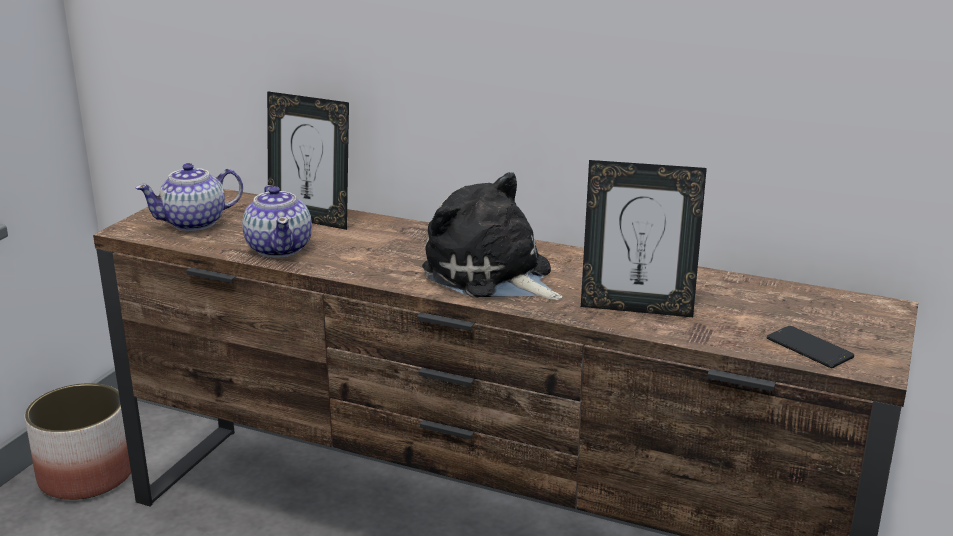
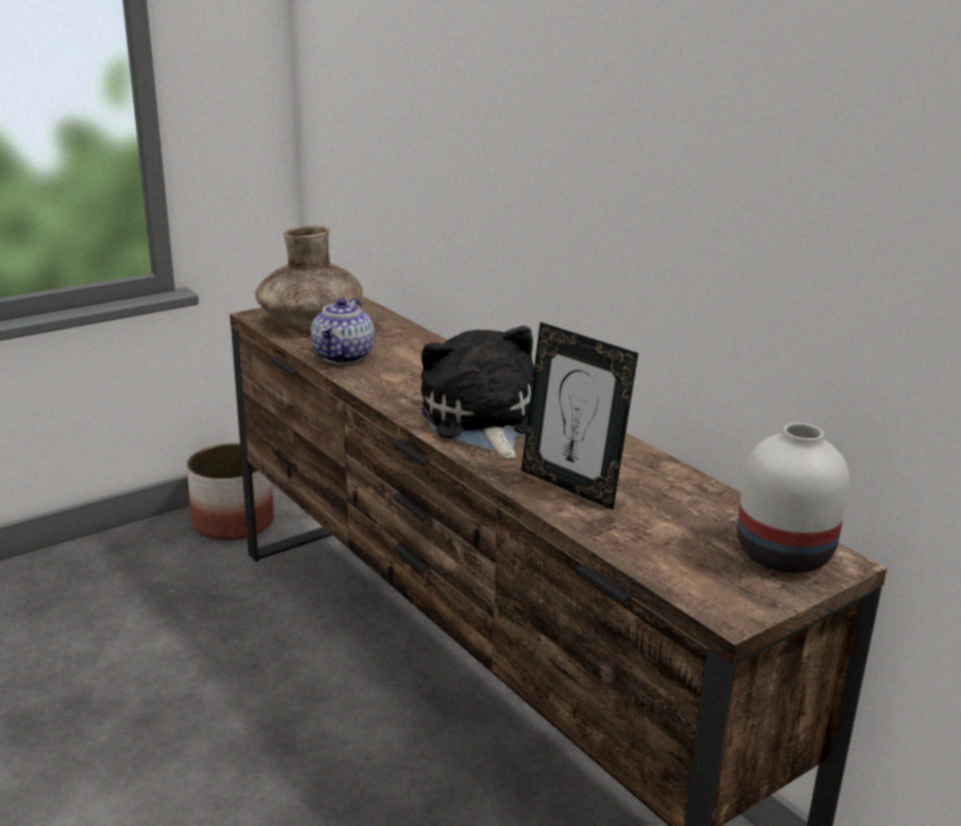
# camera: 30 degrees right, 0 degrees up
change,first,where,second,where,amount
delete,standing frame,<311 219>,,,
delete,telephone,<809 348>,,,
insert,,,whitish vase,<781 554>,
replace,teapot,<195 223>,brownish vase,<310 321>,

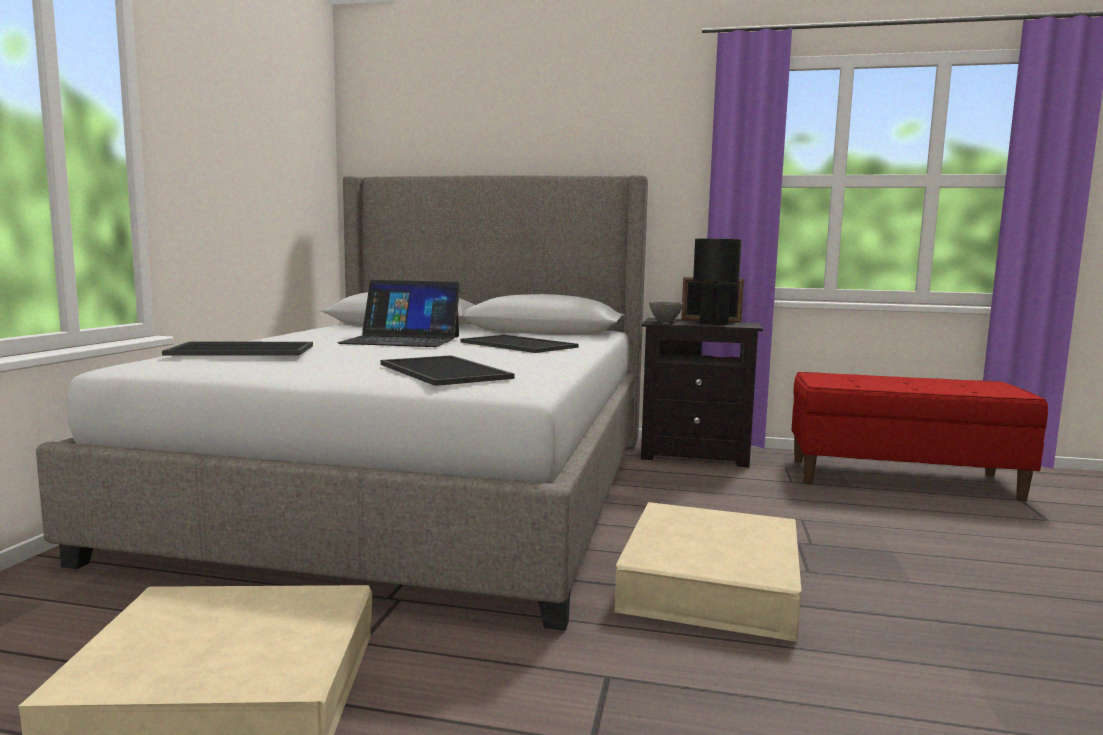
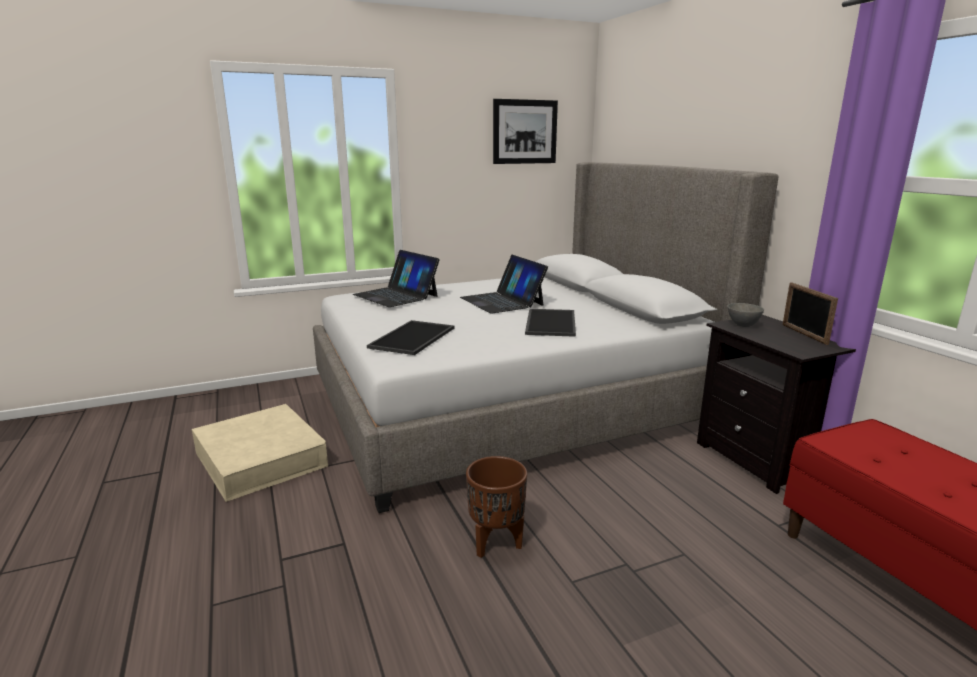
# camera: 55 degrees right, 10 degrees up
change,first,where,second,where,amount
delete,black-coloured table lamp,<713 323>,,,
insert,,,wall picture,<525 132>,
replace,carrying tray,<244 350>,notebook computer,<396 295>,
replace,beige storage box,<711 583>,brownish planter,<496 544>,

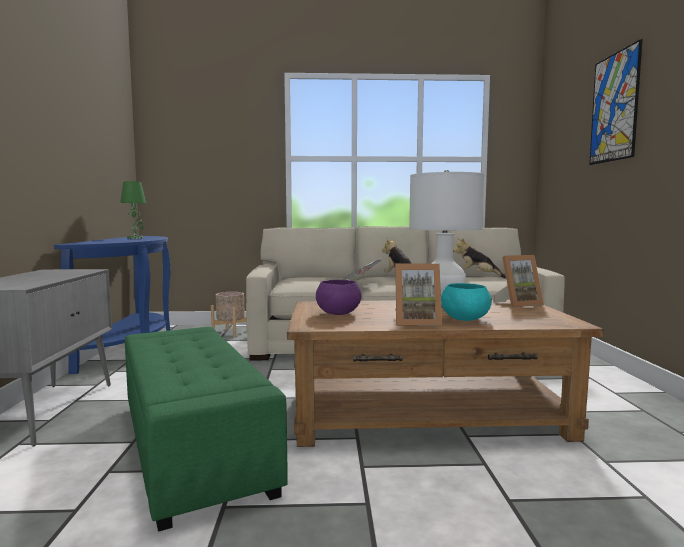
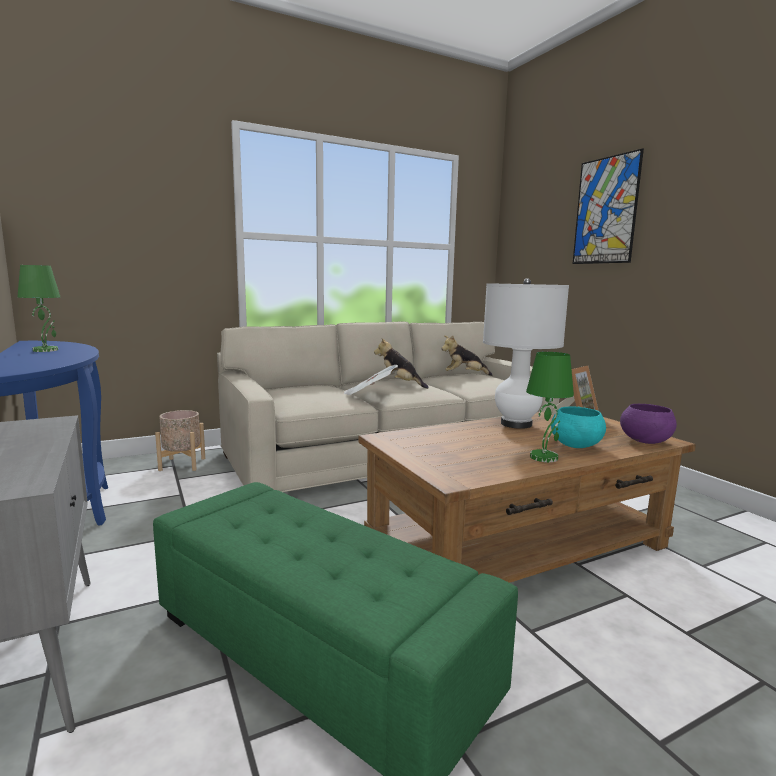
# camera: 25 degrees left, 5 degrees up
change,first,where,second,where,amount
move,purplish bowl,<337 314>,,<645 441>,
replace,standing frame,<416 322>,green table lamp,<544 457>,

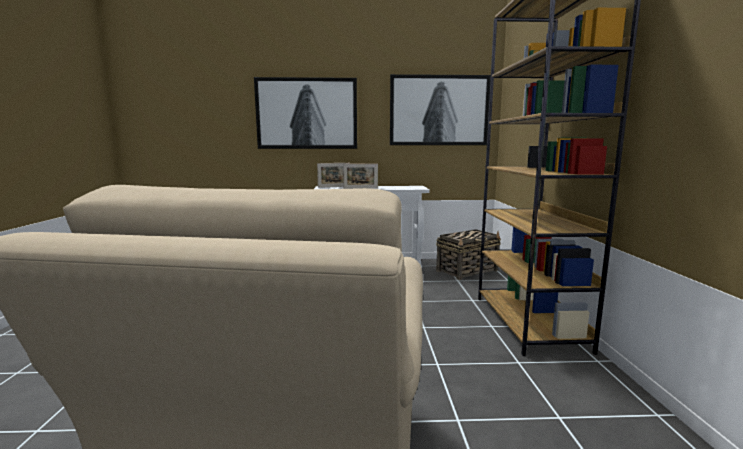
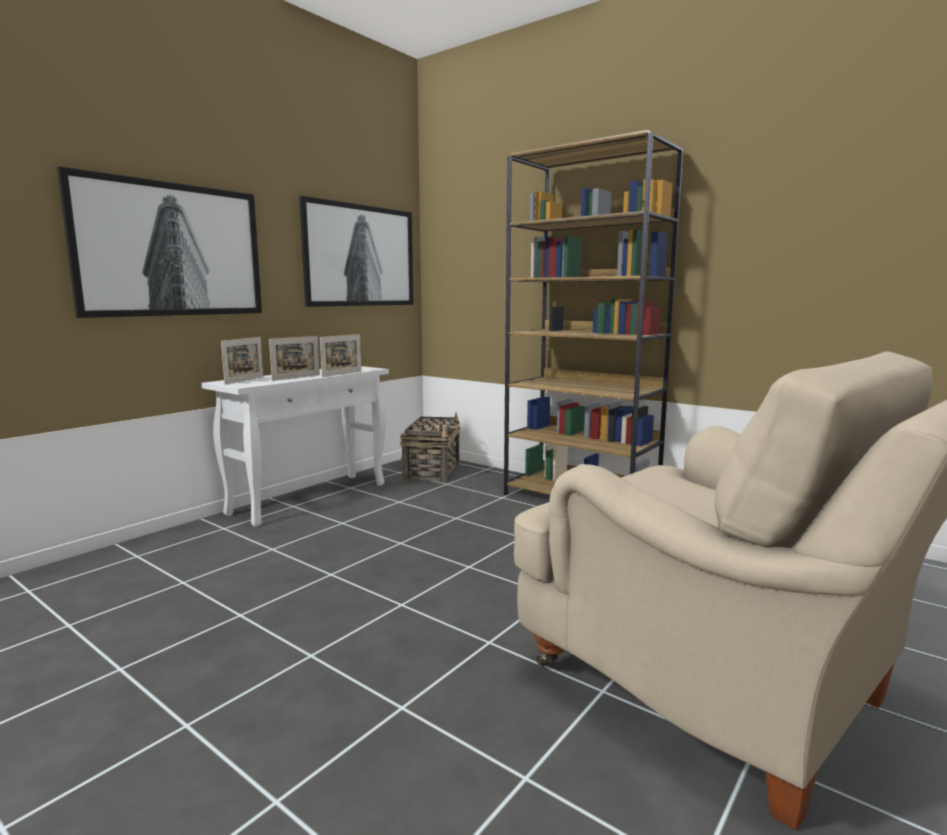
# camera: 50 degrees left, 0 degrees up
change,first,where,second,where,amount
insert,,,standing frame,<342 374>,

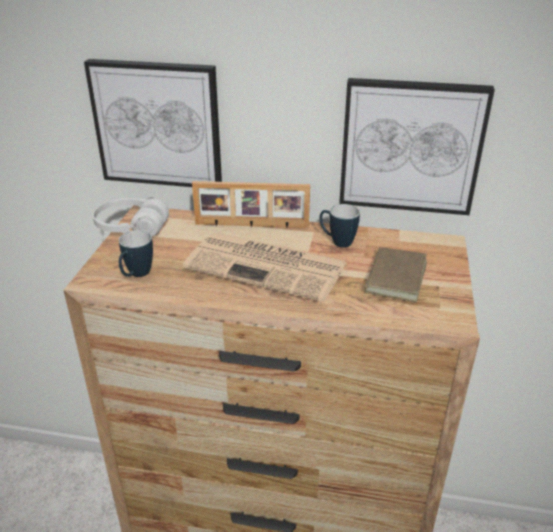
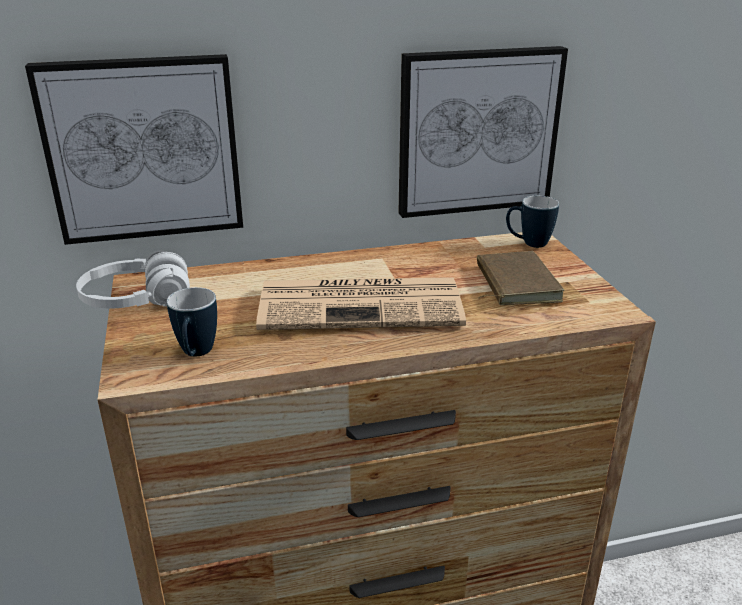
# camera: 25 degrees left, 5 degrees down
change,first,where,second,where,amount
delete,standing frame,<251 226>,,,
move,mug,<337 242>,,<528 244>,

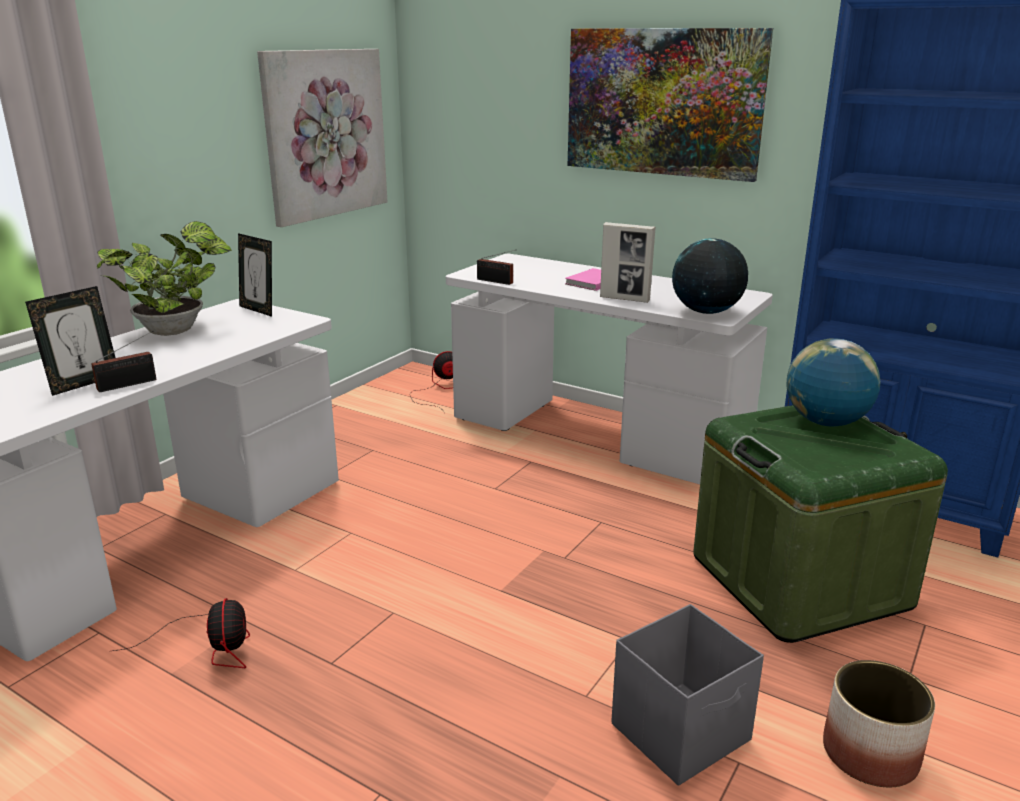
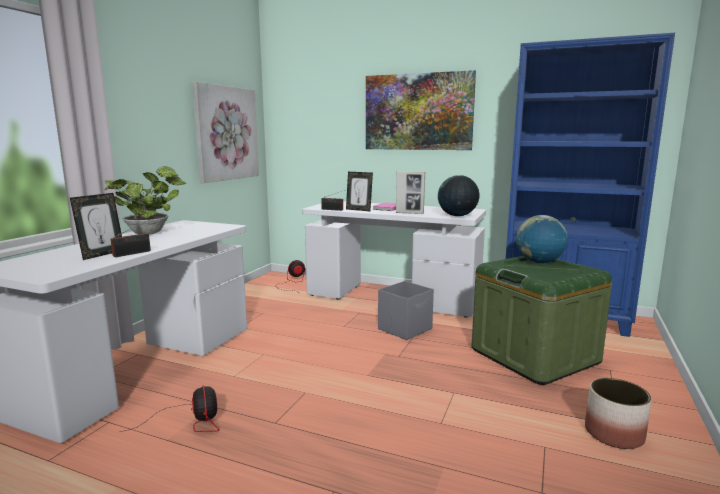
# camera: 10 degrees left, 10 degrees down
change,first,where,second,where,amount
move,standing frame,<259 310>,,<359 210>,
move,grey storage box,<682 732>,,<405 329>,

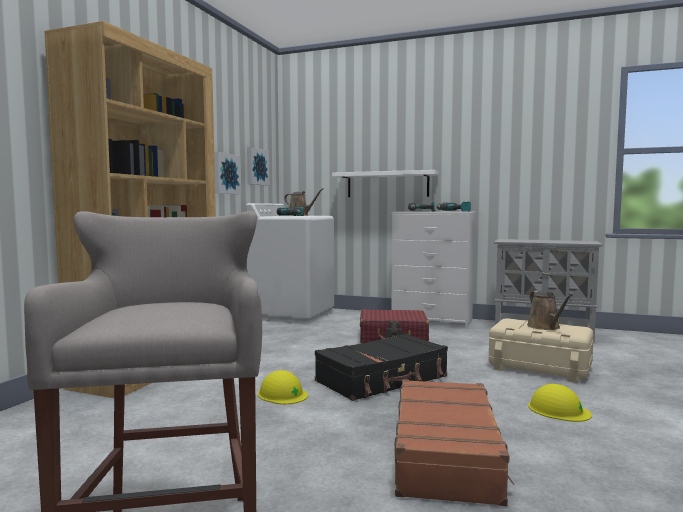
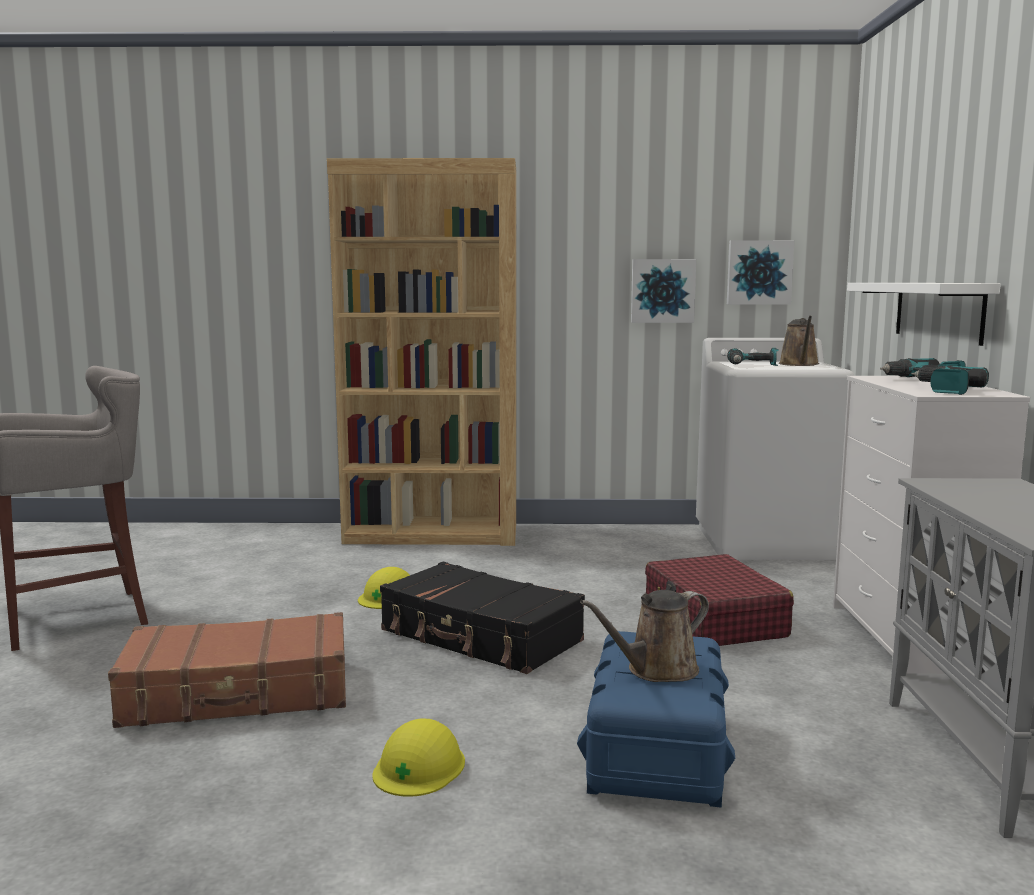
# camera: 70 degrees right, 5 degrees up
change,first,where,second,where,amount
recolor,beige storage box,<540 368>,blue-coloured storage box,<658 754>,

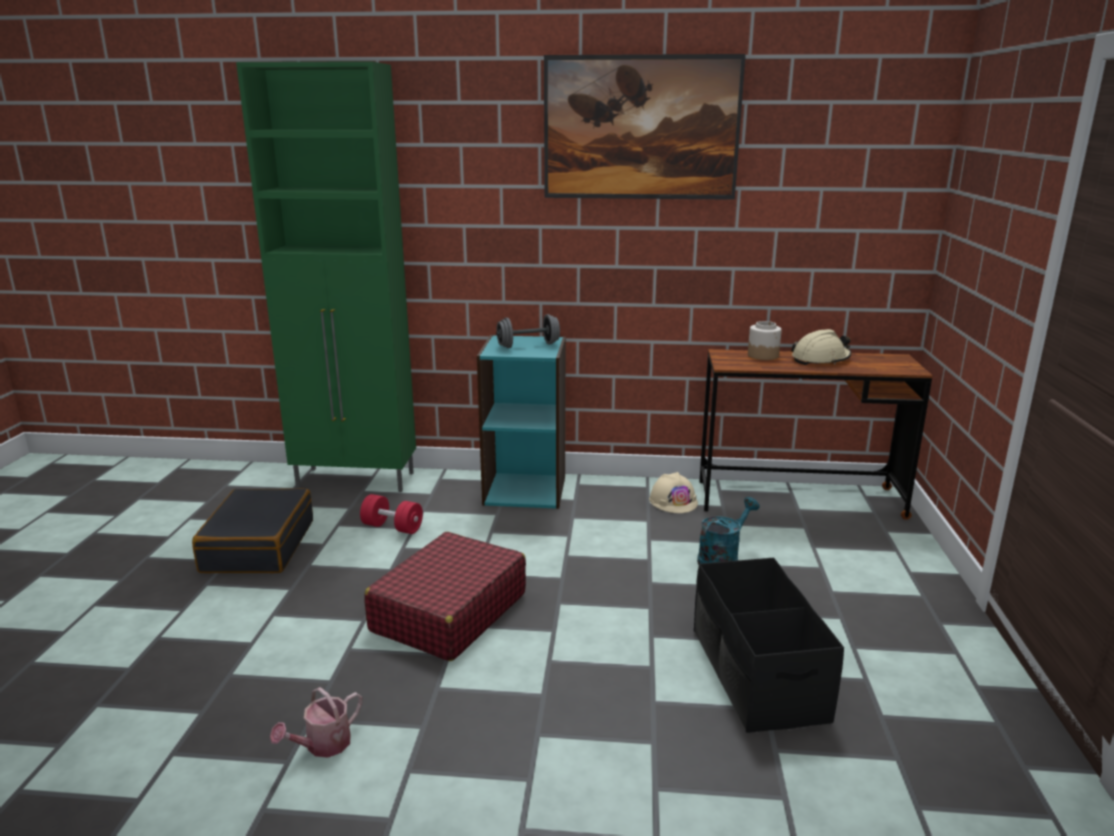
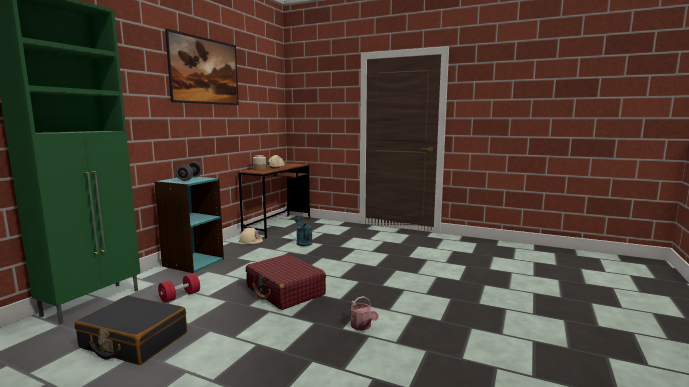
# camera: 70 degrees left, 10 degrees down
change,first,where,second,where,amount
delete,black-coloured storage box,<756 674>,,,

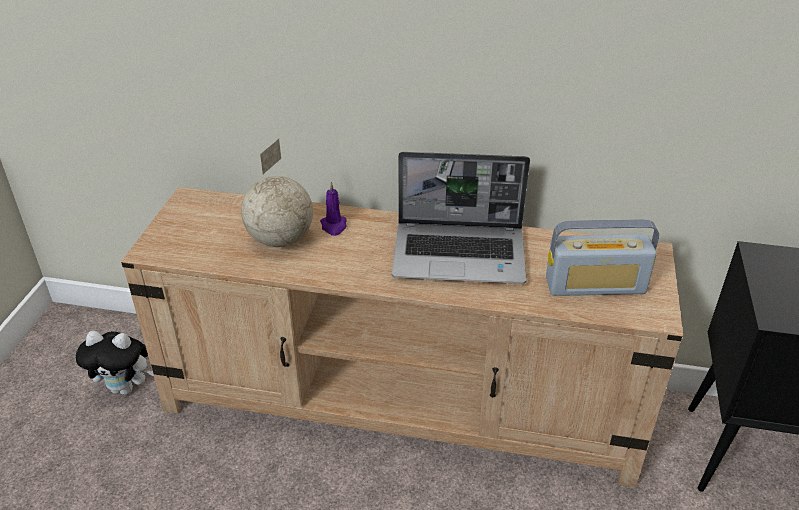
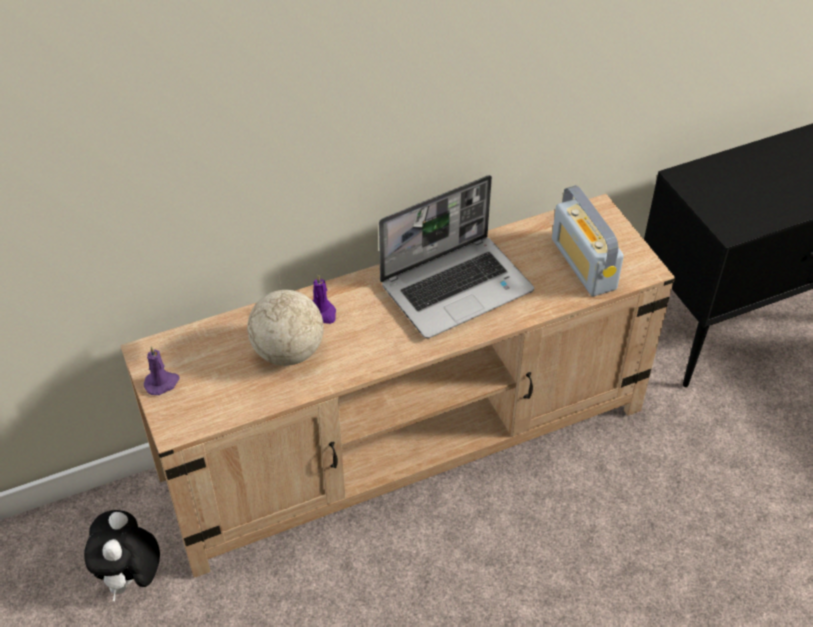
# camera: 35 degrees left, 10 degrees up
change,first,where,second,where,amount
insert,,,purplish candle,<162 383>,
rotate,cuddly toy,<126 388>,,<131 579>,120 degrees clockwise
rotate,radio set,<595 285>,,<583 264>,105 degrees clockwise

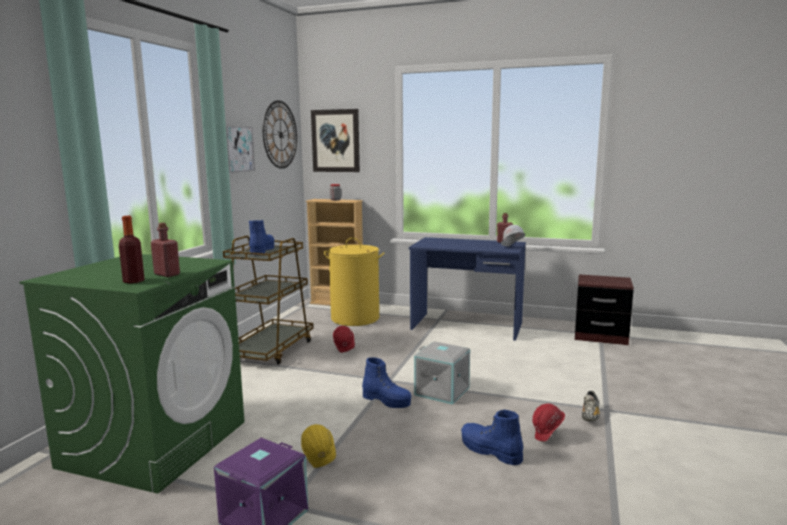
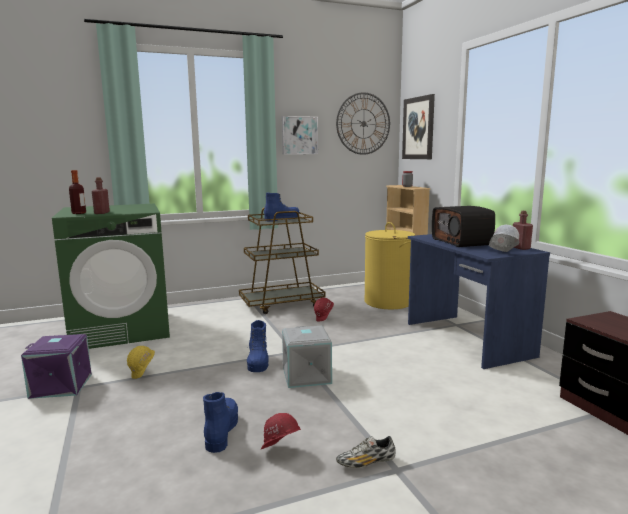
# camera: 50 degrees right, 0 degrees up
change,first,where,second,where,amount
insert,,,radio set,<462 242>,

